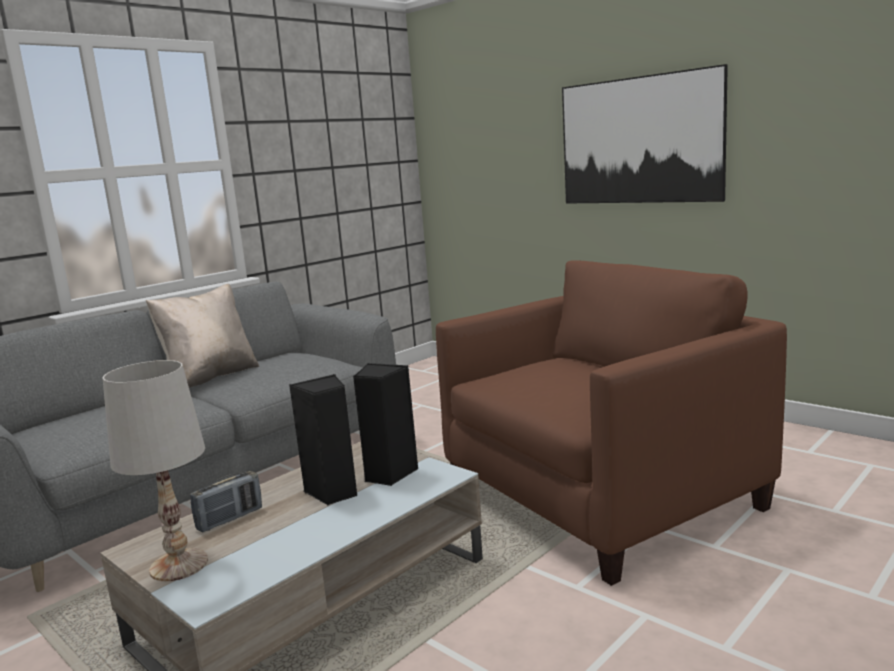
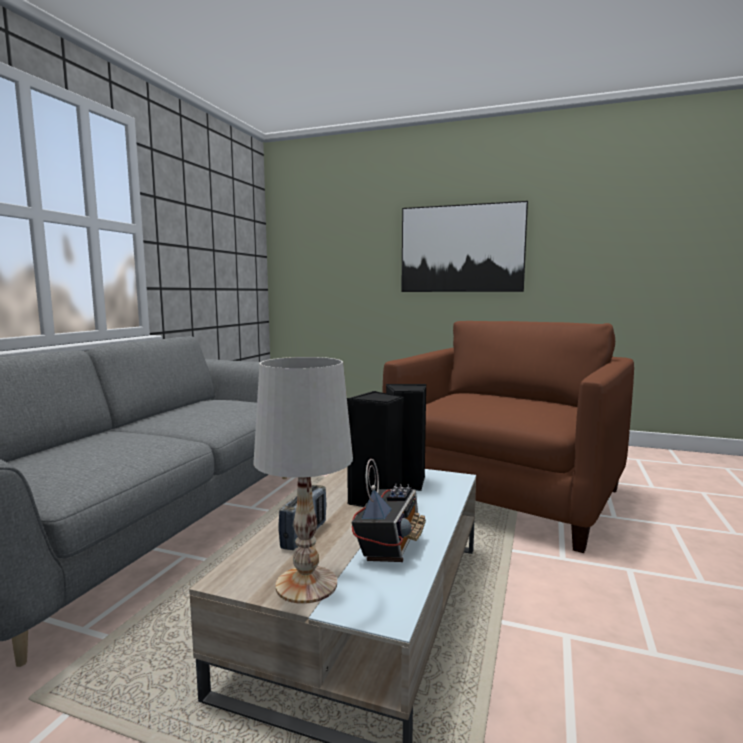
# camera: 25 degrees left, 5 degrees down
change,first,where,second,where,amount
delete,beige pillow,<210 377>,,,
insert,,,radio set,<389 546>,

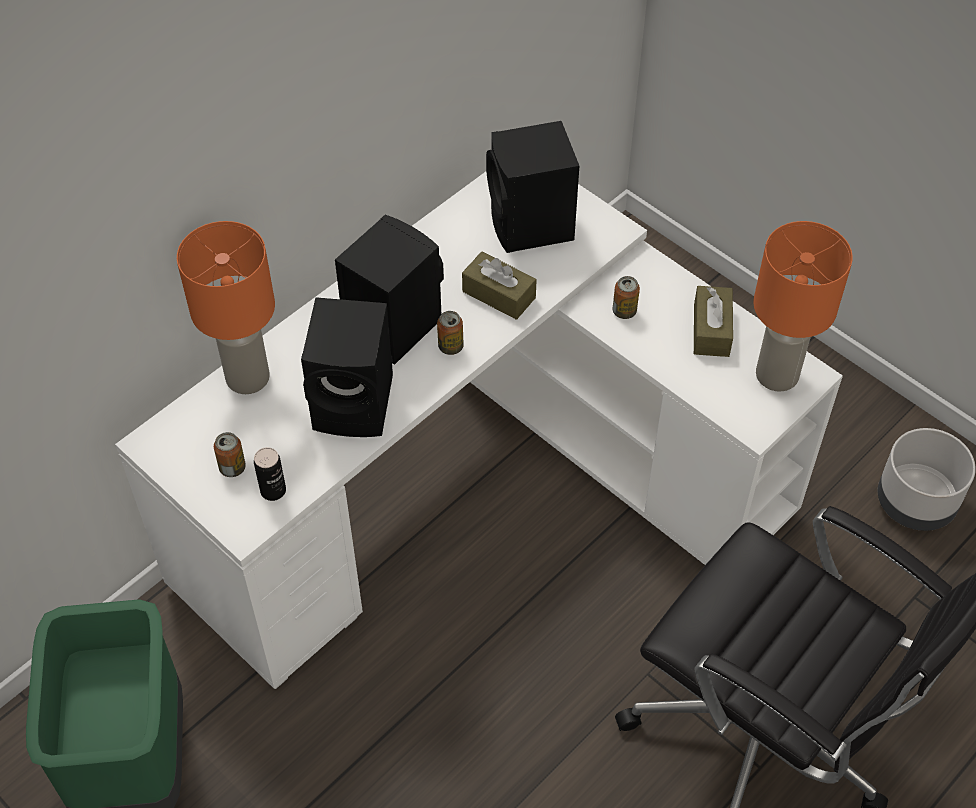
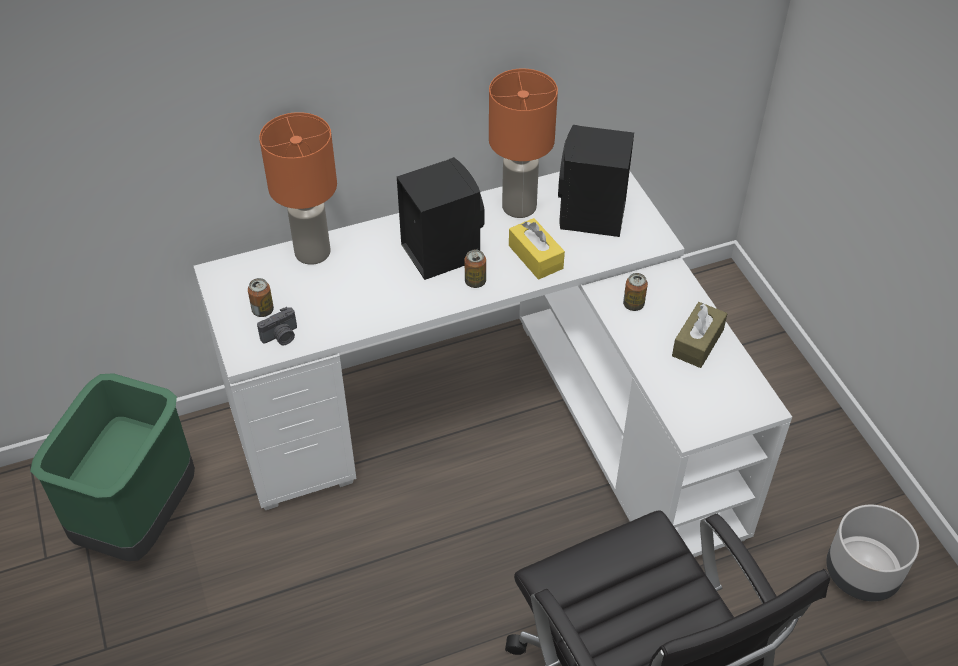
# camera: 25 degrees right, 5 degrees down
change,first,where,second,where,amount
delete,black-coloured loudspeaker,<356 404>,,,
move,orangey table lamp,<778 375>,,<520 207>,
replace,can,<273 490>,photo camera,<281 337>,
recolor,brownish tissue box,<499 294>,yellowish tissue box,<535 257>,

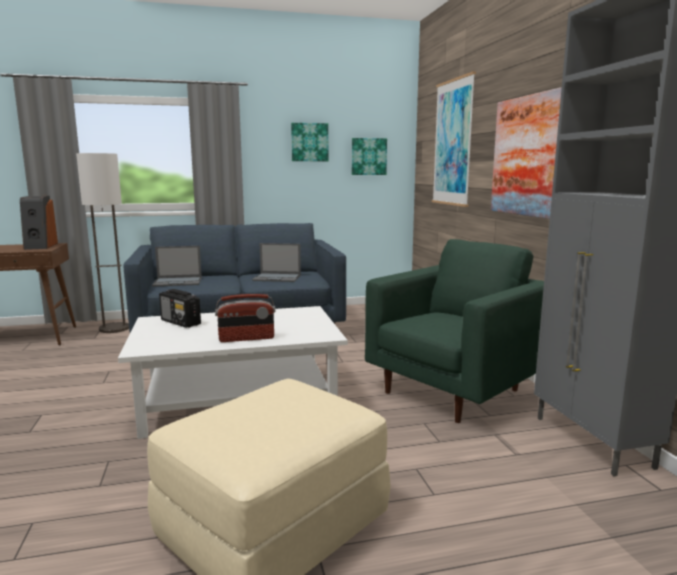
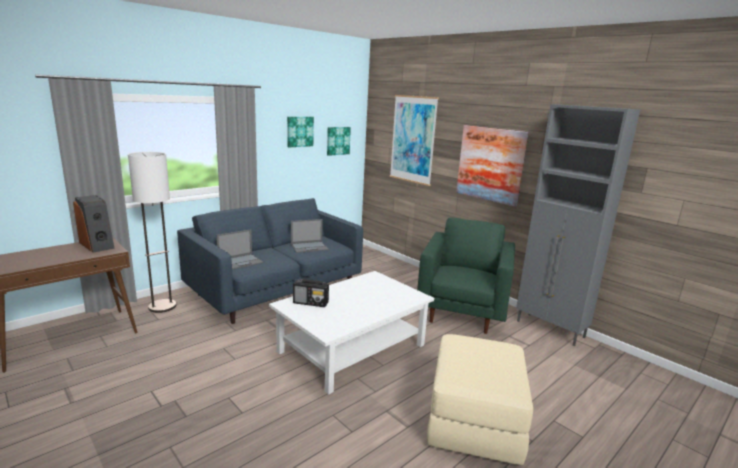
# camera: 30 degrees left, 5 degrees up
change,first,where,second,where,amount
delete,radio set,<246 338>,,,

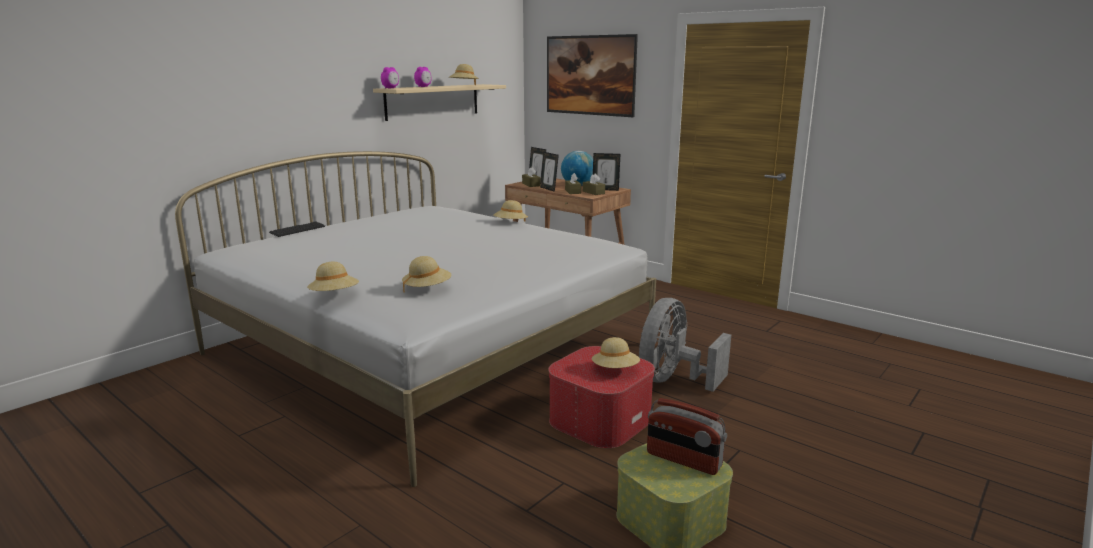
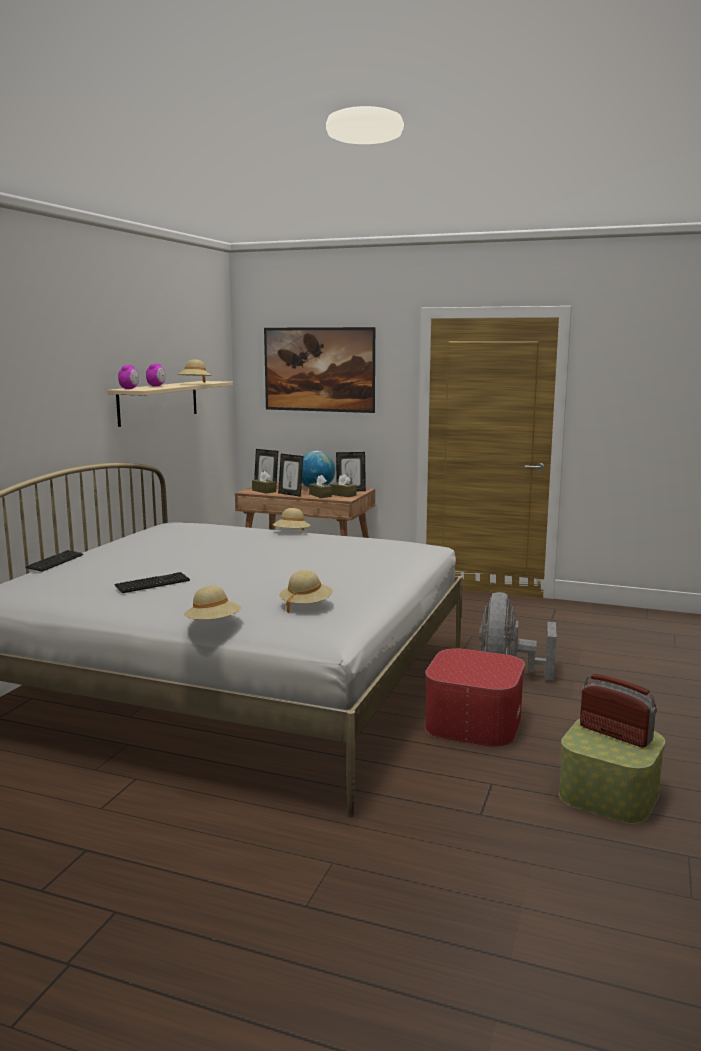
# camera: 20 degrees left, 5 degrees down
change,first,where,second,where,amount
delete,beige clothing hat,<615 370>,,,
insert,,,keyboard,<152 584>,
rotate,radio set,<683 460>,,<615 734>,150 degrees counterclockwise

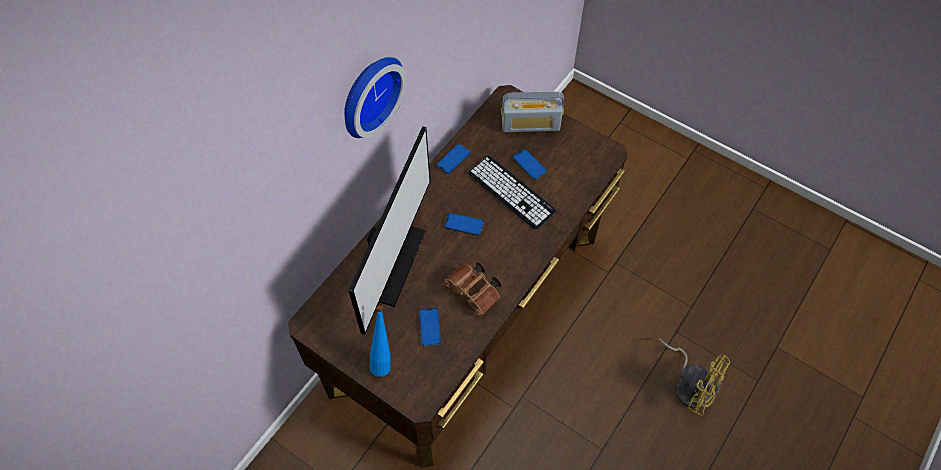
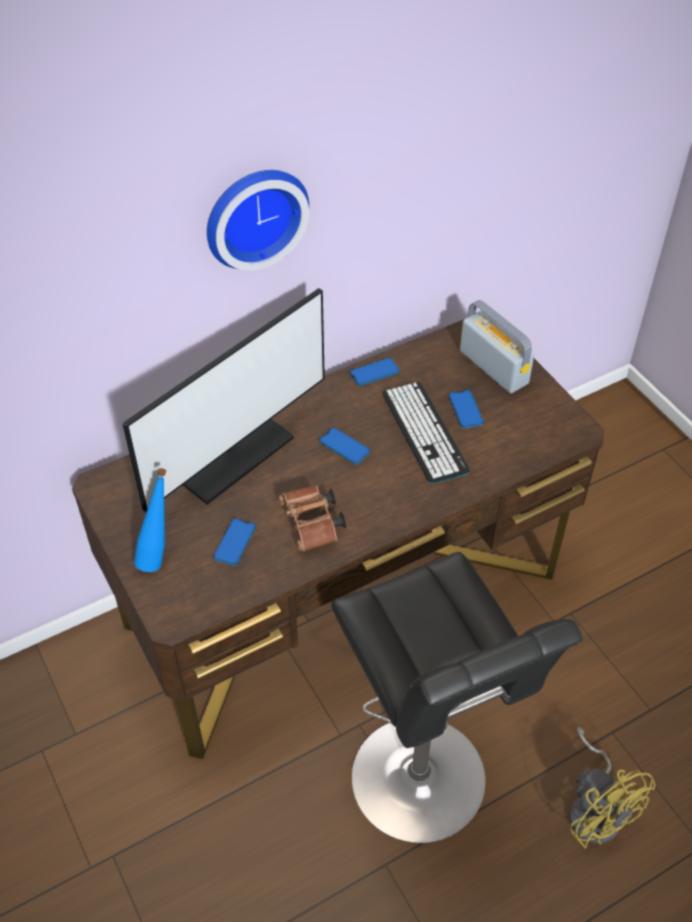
# camera: 25 degrees right, 10 degrees down
change,first,where,second,where,amount
insert,,,black-coloured sitting stool,<423 787>,
rotate,radio set,<530 124>,,<493 367>,150 degrees counterclockwise

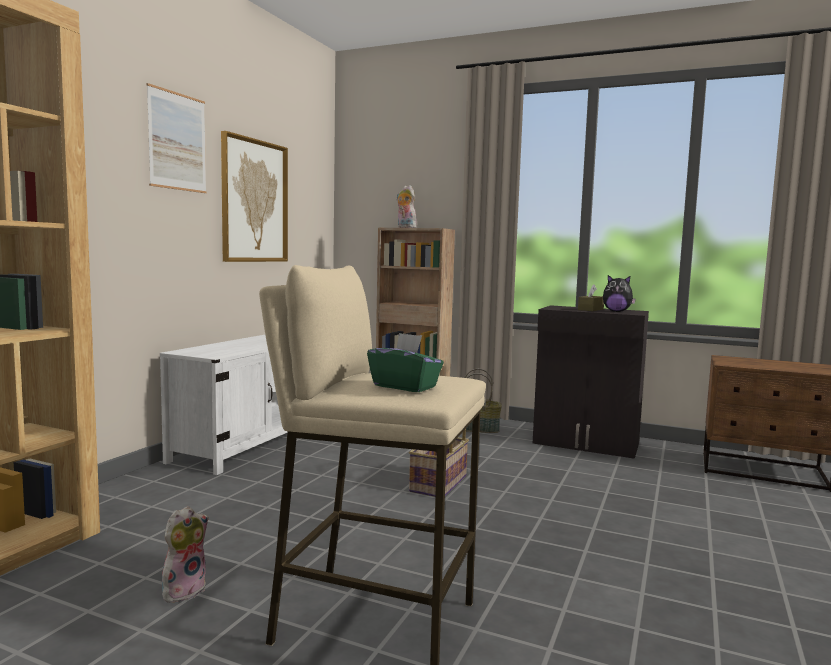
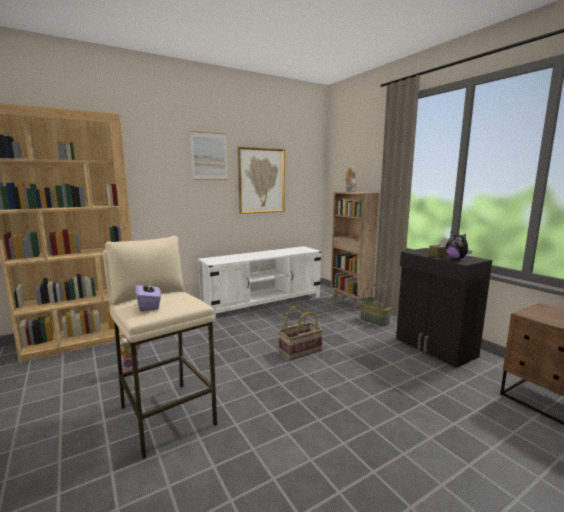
# camera: 35 degrees right, 5 degrees up
change,first,where,second,where,amount
recolor,green tissue box,<405 386>,purplish tissue box,<149 306>,

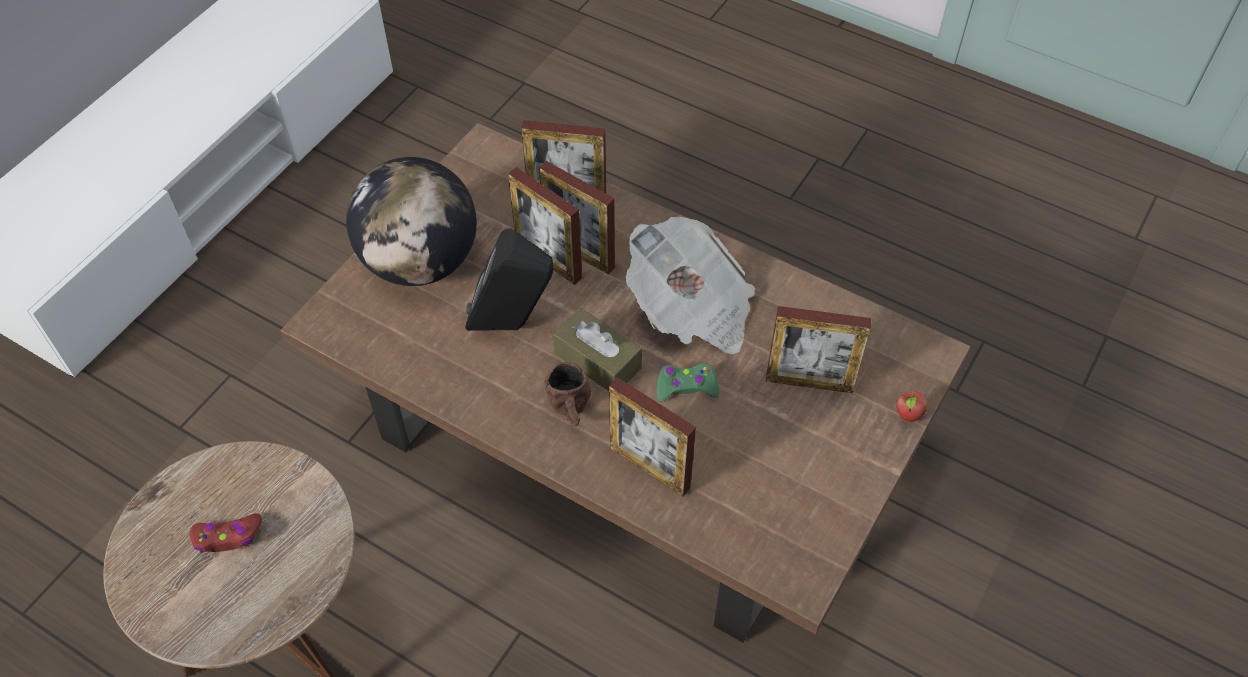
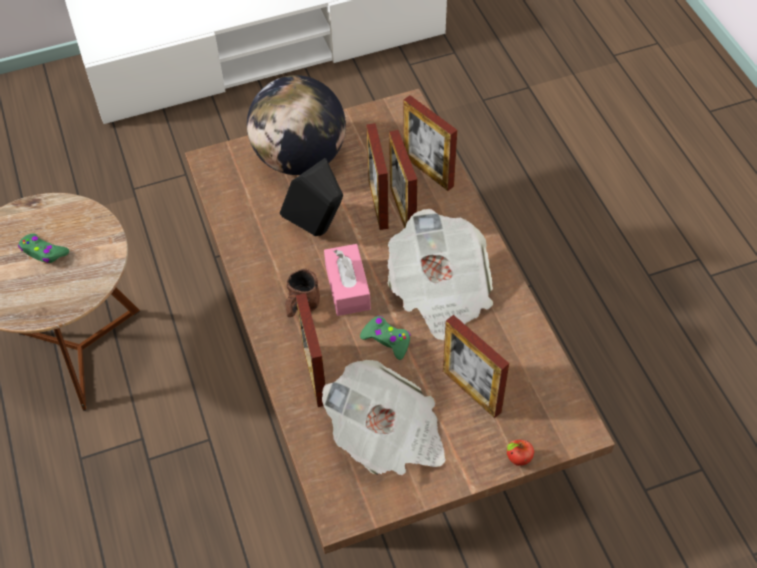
# camera: 40 degrees right, 0 degrees up
change,first,where,second,where,amount
insert,,,newspaper,<388 436>,
recolor,red joypad,<228 537>,green joypad,<44 252>,
recolor,brownish tissue box,<597 361>,pinkish tissue box,<347 287>,

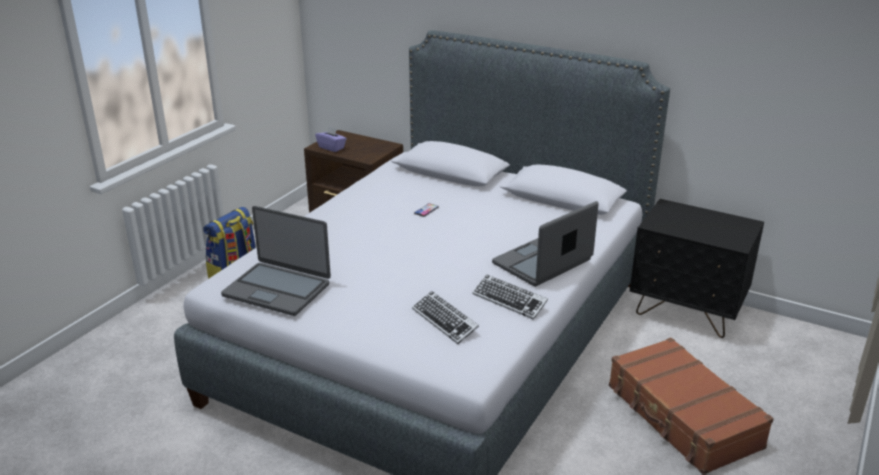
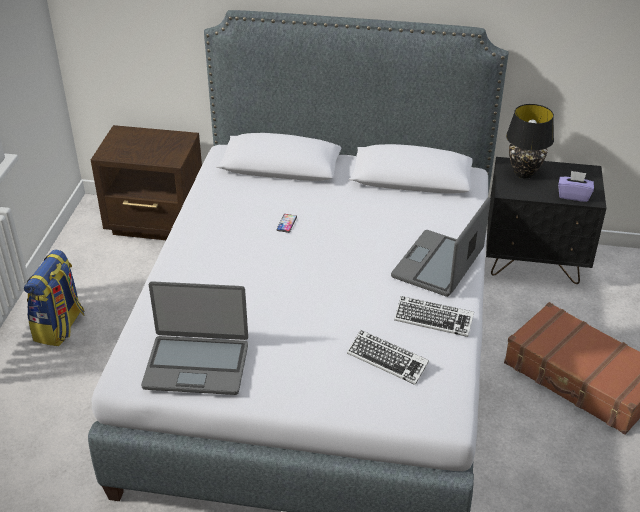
# camera: 20 degrees left, 10 degrees up
change,first,where,second,where,amount
insert,,,black-coloured table lamp,<523 173>,
move,purplish tissue box,<331 148>,,<573 195>,

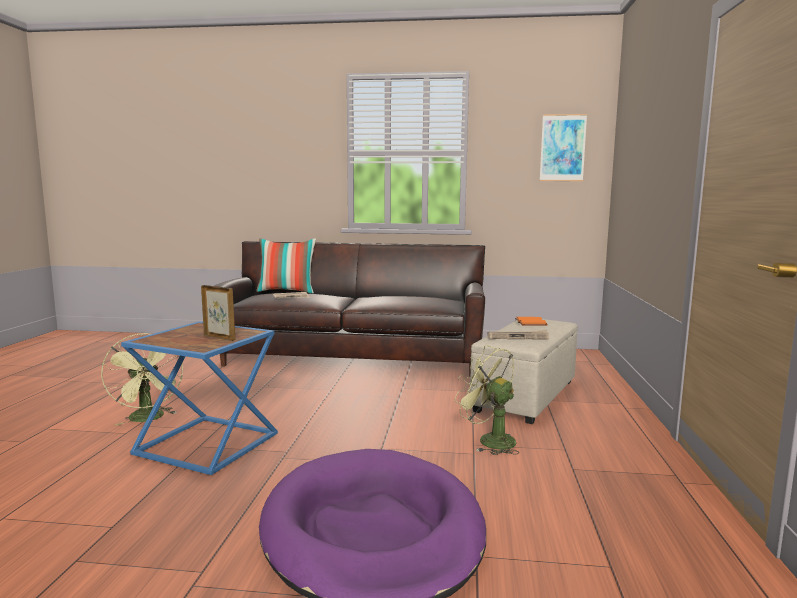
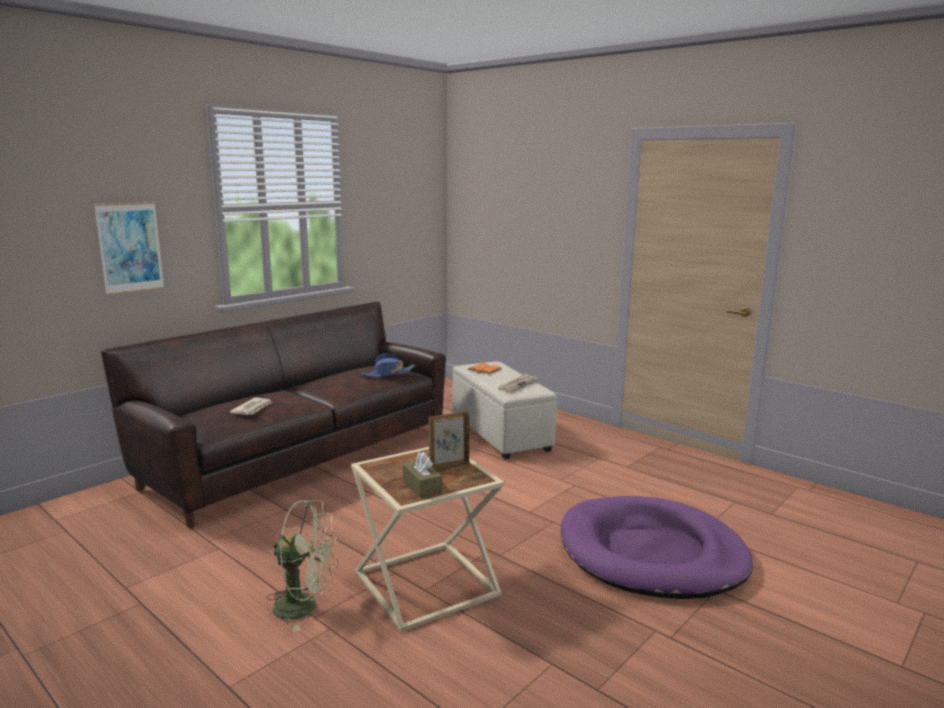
# camera: 55 degrees left, 5 degrees up
change,first,where,second,where,amount
delete,pillow,<287 291>,,,
delete,green fan,<489 440>,,,
insert,,,blue-coloured clothing hat,<388 374>,
insert,,,brownish tissue box,<422 487>,
move,wall picture,<562 148>,,<130 247>,
recolor,blue-coloured end table,<204 445>,beige end table,<425 586>,

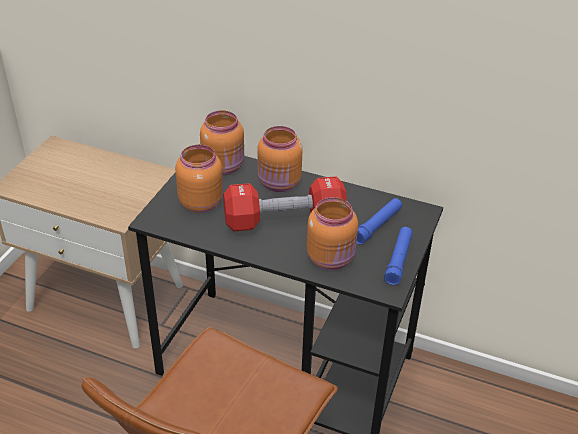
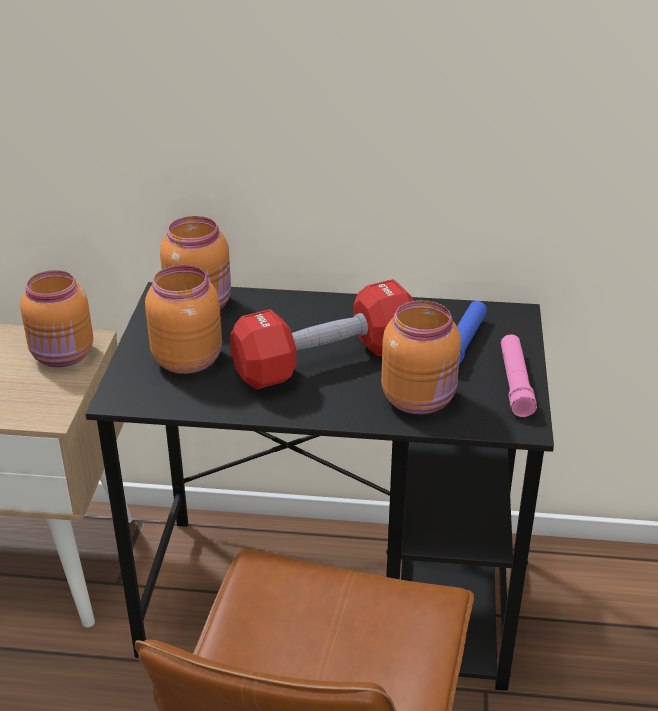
# camera: 15 degrees left, 5 degrees down
change,first,where,second,where,amount
move,orangey storage jar,<279 184>,,<64 356>,
recolor,blue-coloured torch,<398 260>,pinkish torch,<515 383>,

